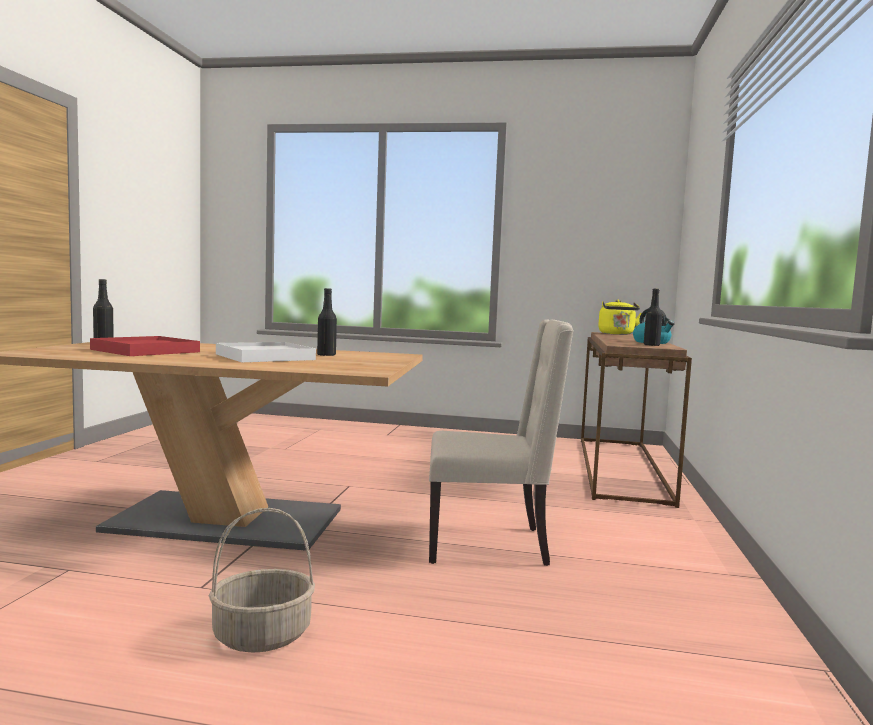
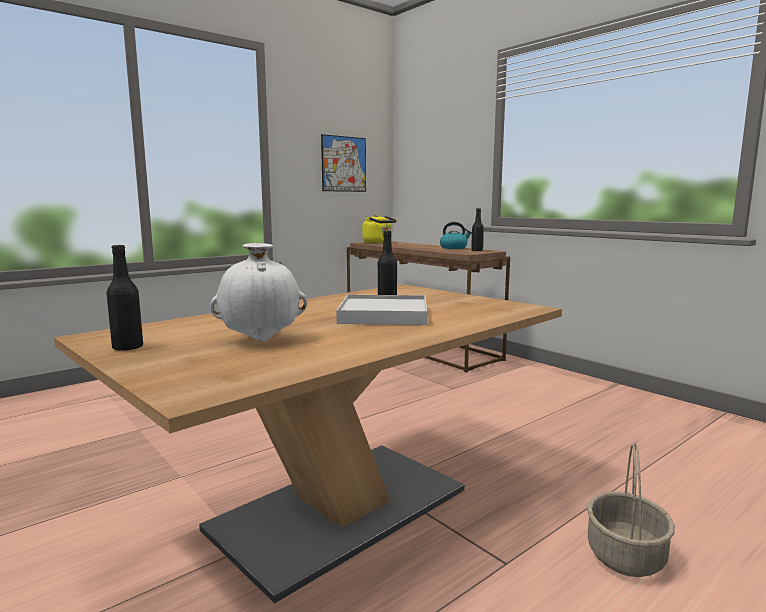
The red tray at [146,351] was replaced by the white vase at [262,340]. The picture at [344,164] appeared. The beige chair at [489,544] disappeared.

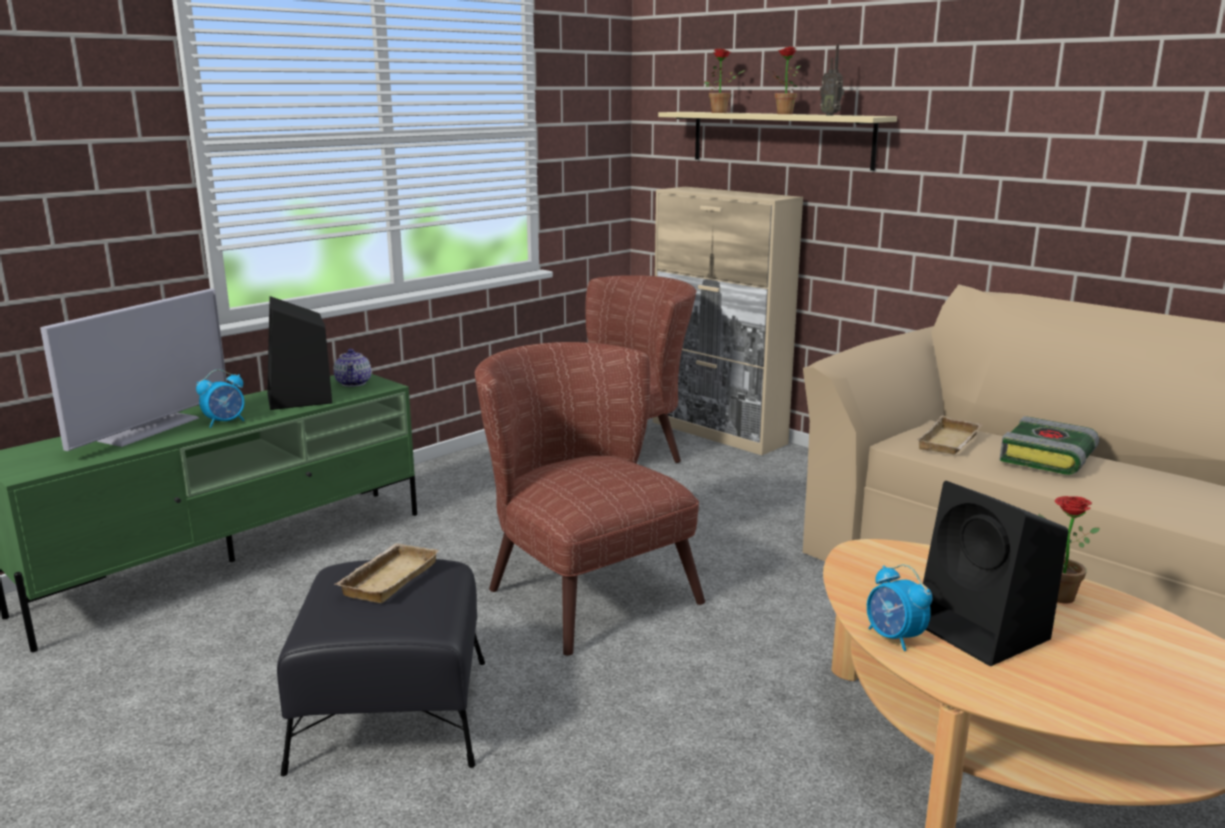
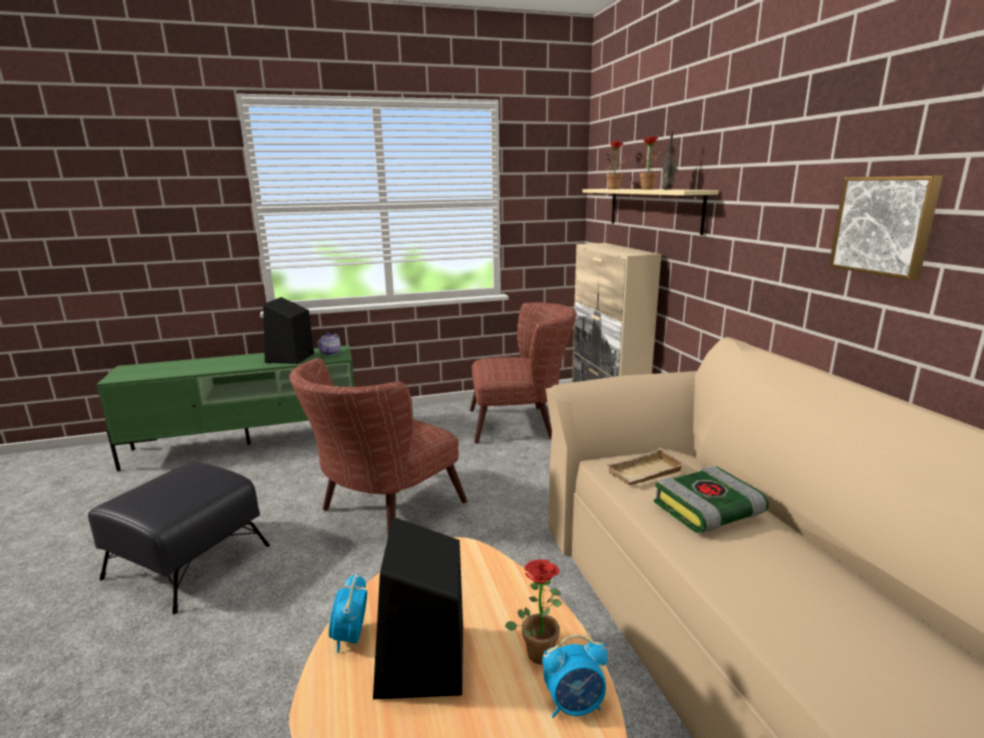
The brown armchair at [581,588] turned 135 degrees counterclockwise. The alarm clock moved from [225,422] to [574,705]. The picture at [884,225] appeared. The television at [149,429] disappeared. The beige tray at [388,578] disappeared.

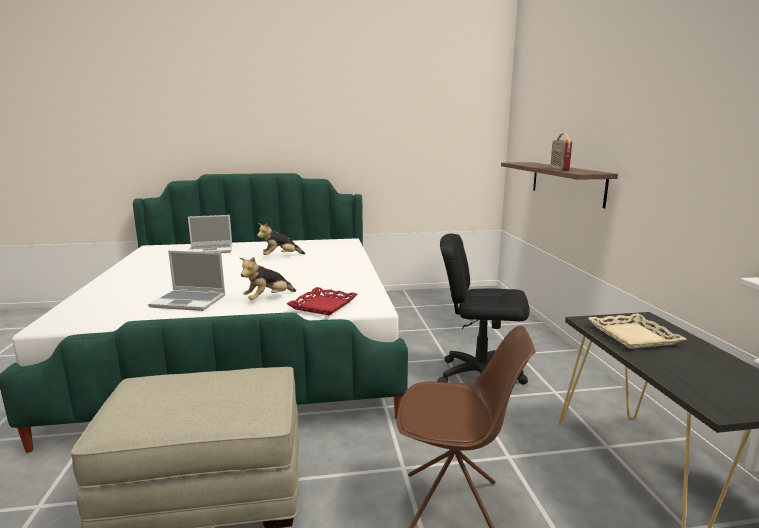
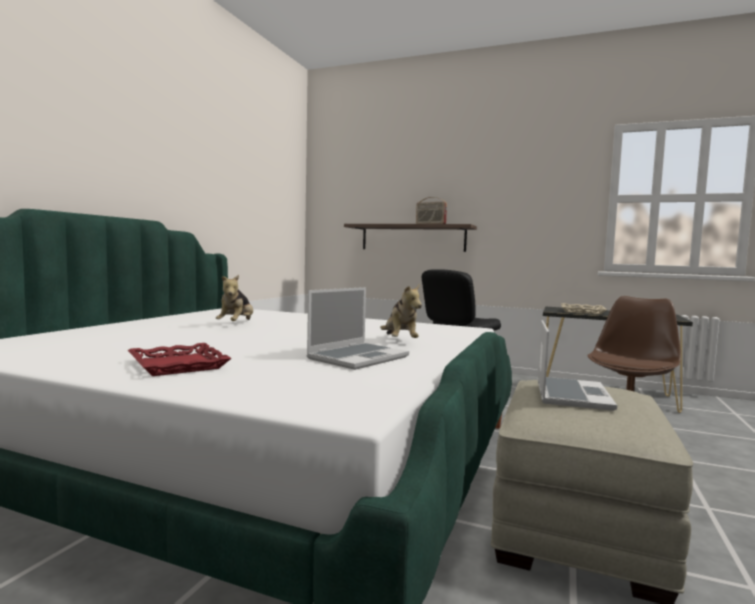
The red tray moved from [323,305] to [179,365]. The laptop moved from [211,250] to [570,394].

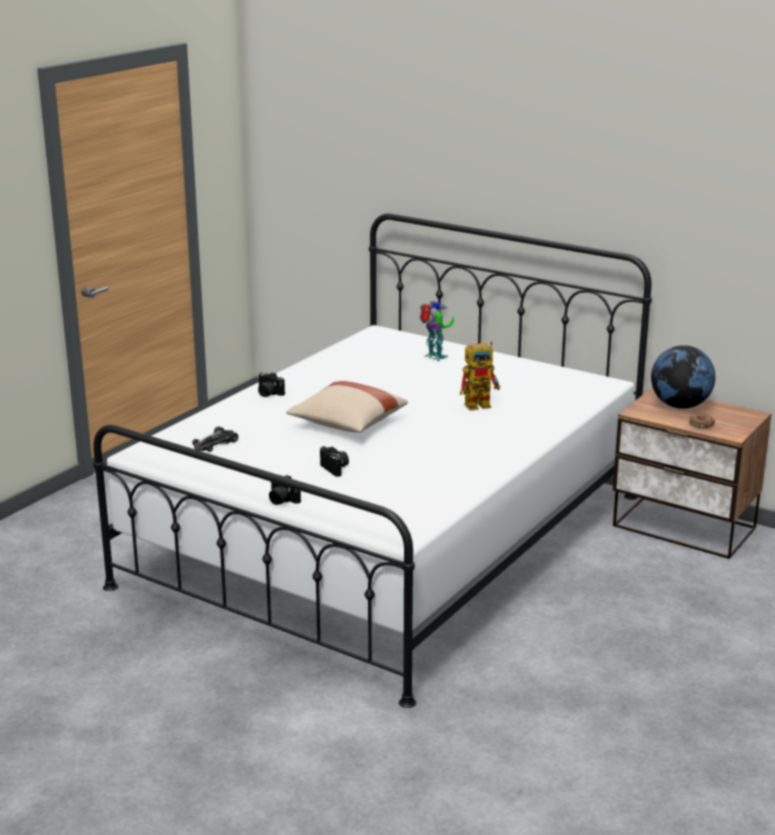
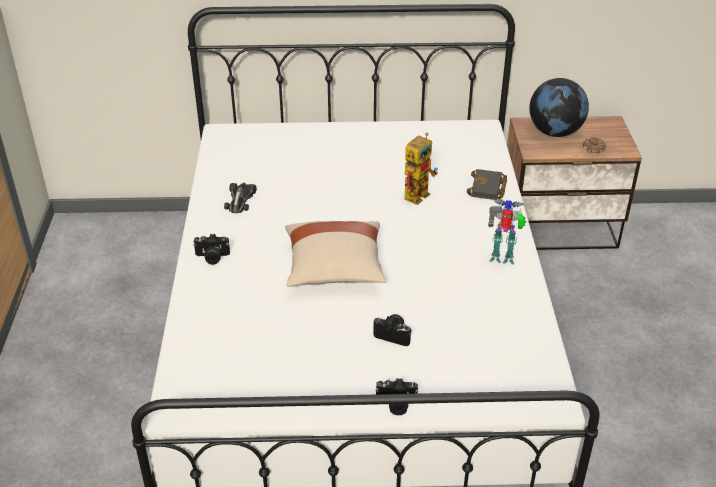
The toy car moved from [215,443] to [240,200]. The black book at [488,189] appeared. The toy robot moved from [435,357] to [503,258].

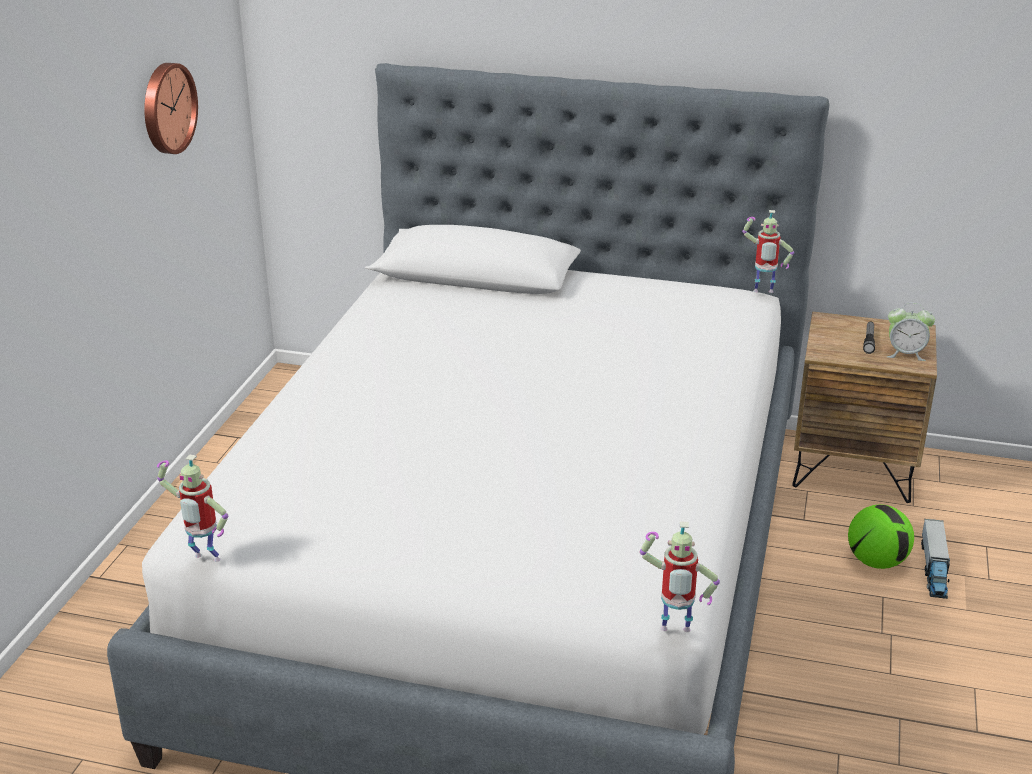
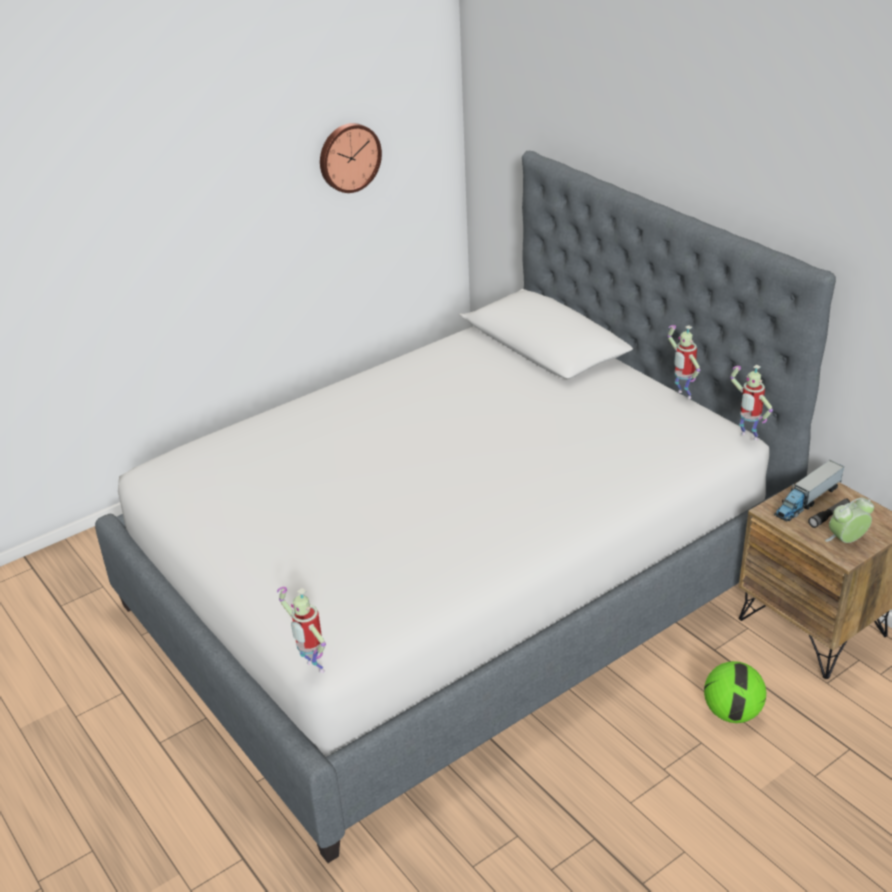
The toy robot moved from [204,560] to [682,395]. The toy truck moved from [934,569] to [807,501]. The alarm clock at [905,354] turned 105 degrees clockwise.

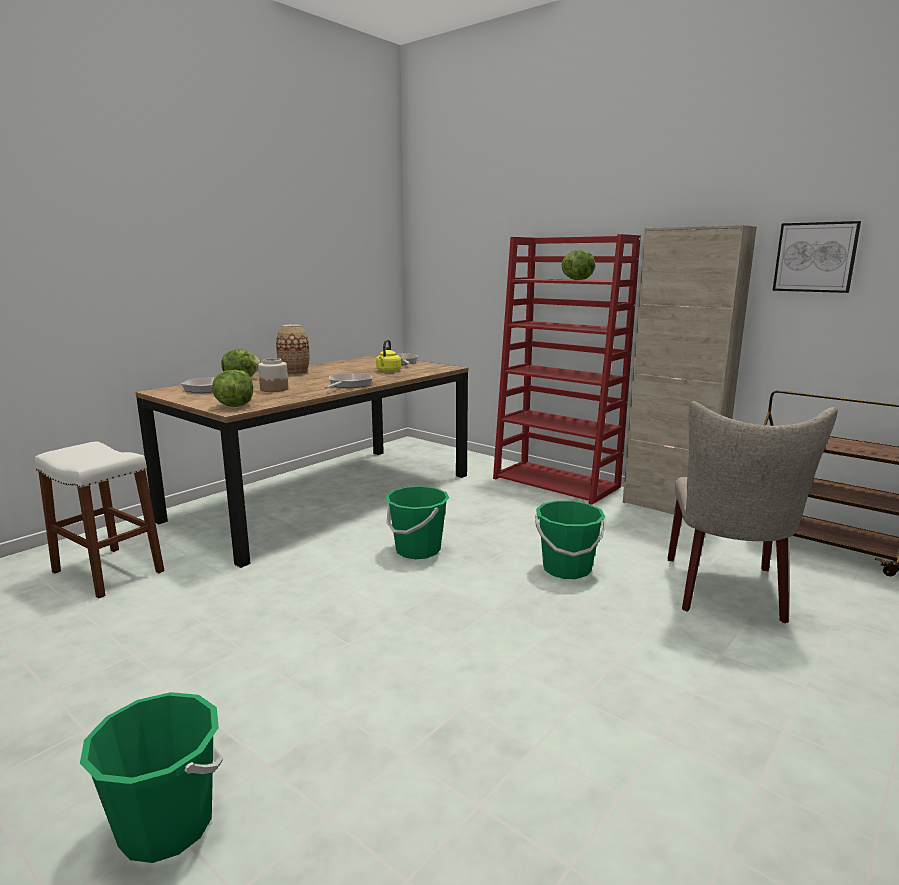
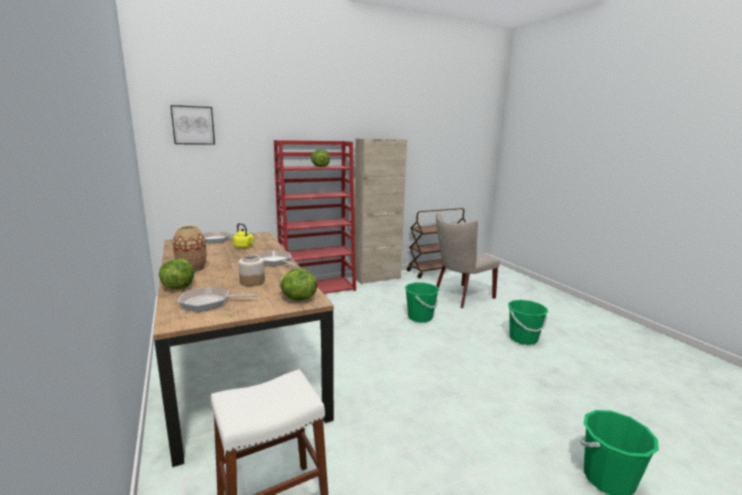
The picture moved from [815,257] to [193,125]. The beige chair at [726,592] turned 105 degrees clockwise. The green bucket moved from [417,550] to [523,338].

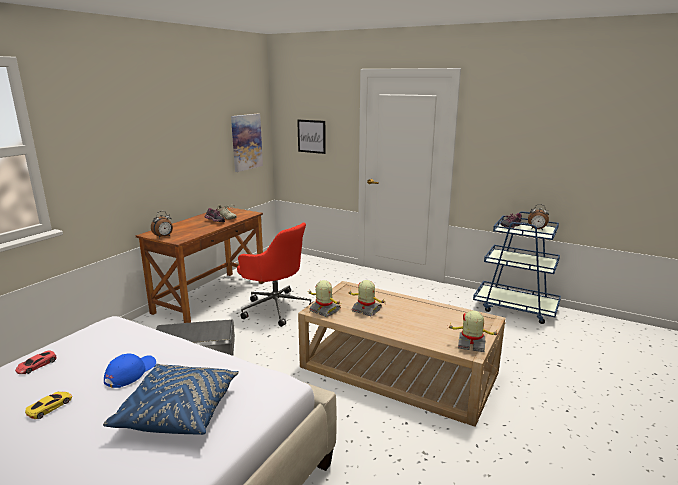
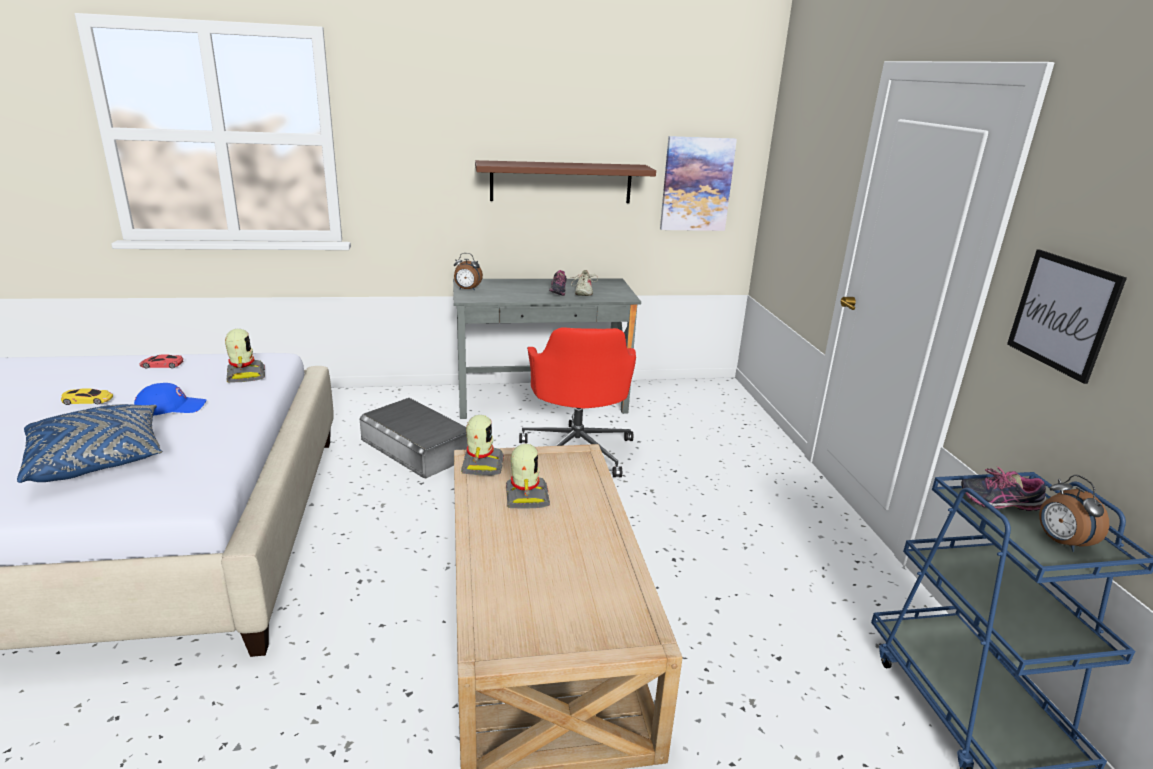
The toy robot moved from [471,345] to [244,375]. The brown desk at [210,297] became the grey desk at [541,400]. The brown shelf at [561,182] appeared. The picture moved from [311,136] to [1062,314].

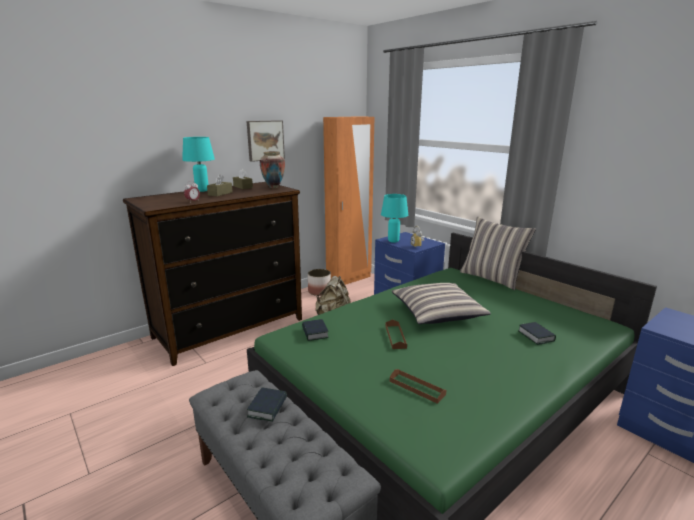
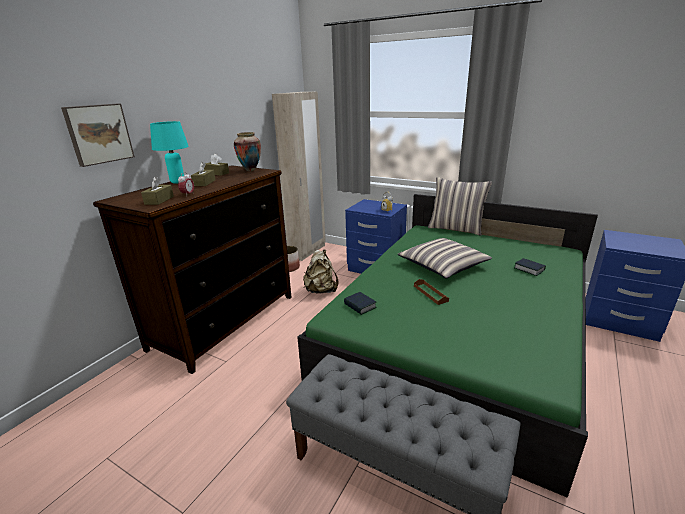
The picture moved from [265,140] to [98,134]. The brown tissue box at [159,200] appeared. The orange wardrobe at [349,279] became the beige wardrobe at [307,251]. The book at [267,408] disappeared. The turquoise table lamp at [393,241] disappeared. The brown tray at [417,388] disappeared.

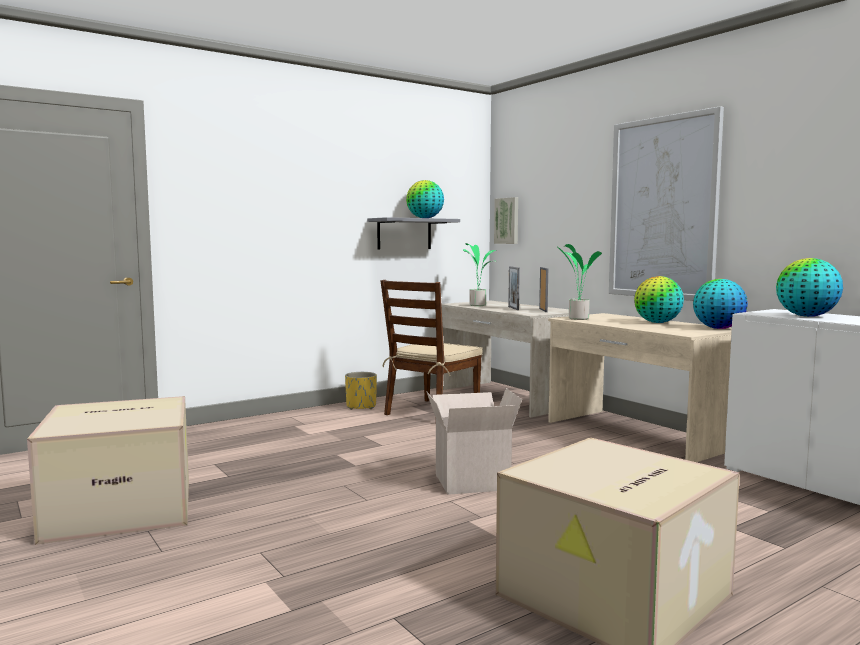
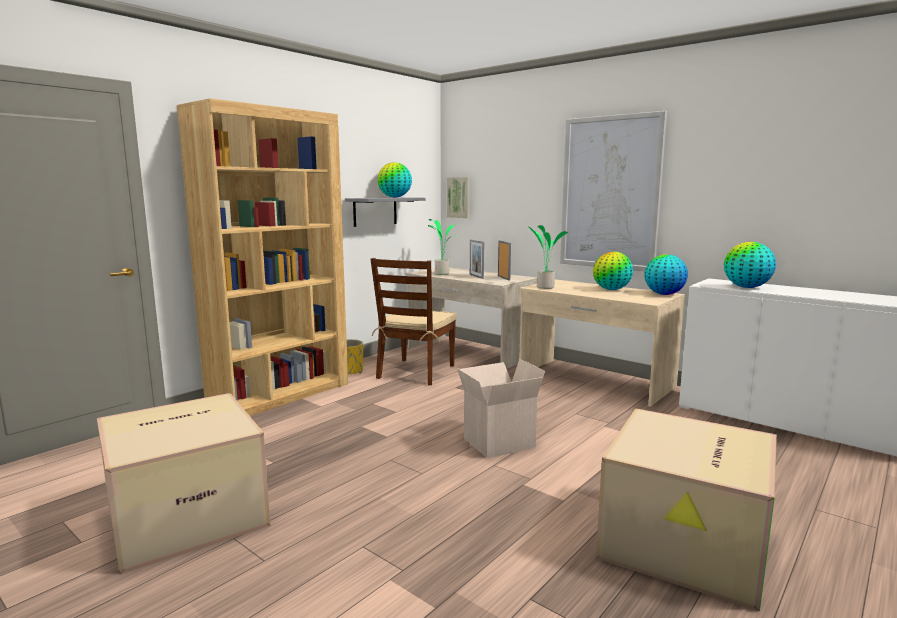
The brown bookcase at [281,394] appeared.

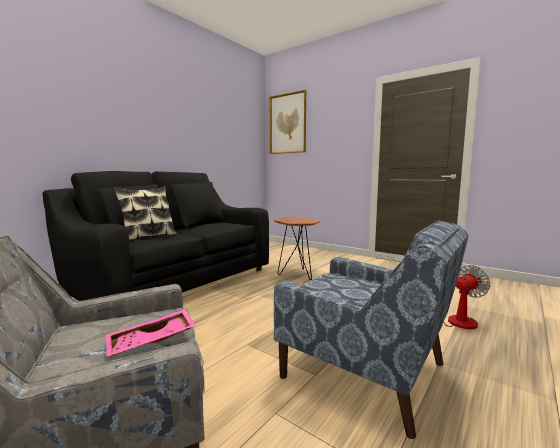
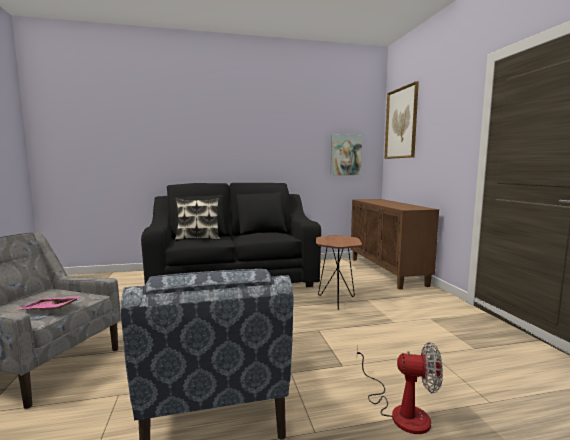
The picture at [345,155] appeared. The brown cabinet at [387,271] appeared.

